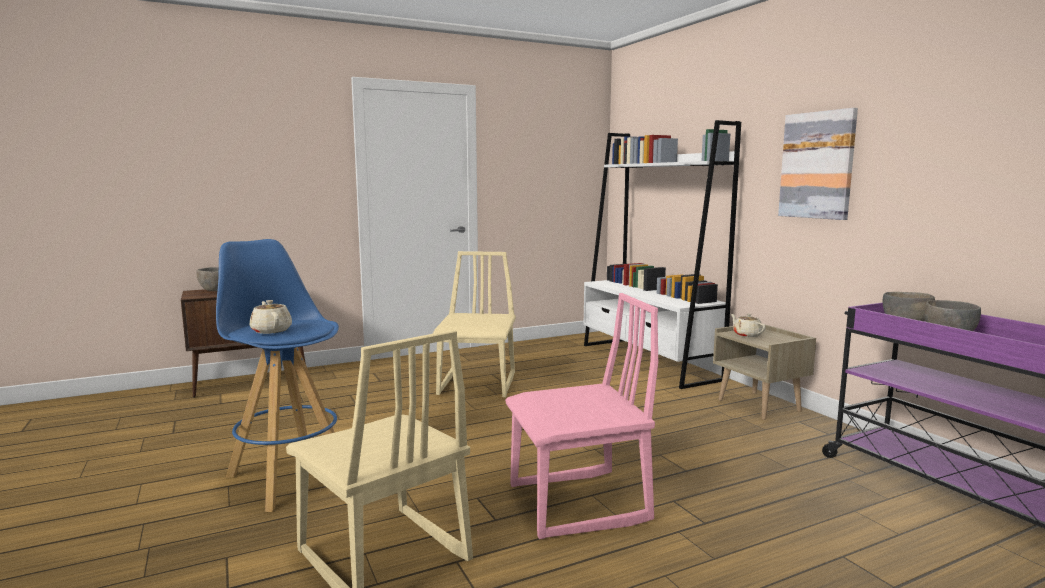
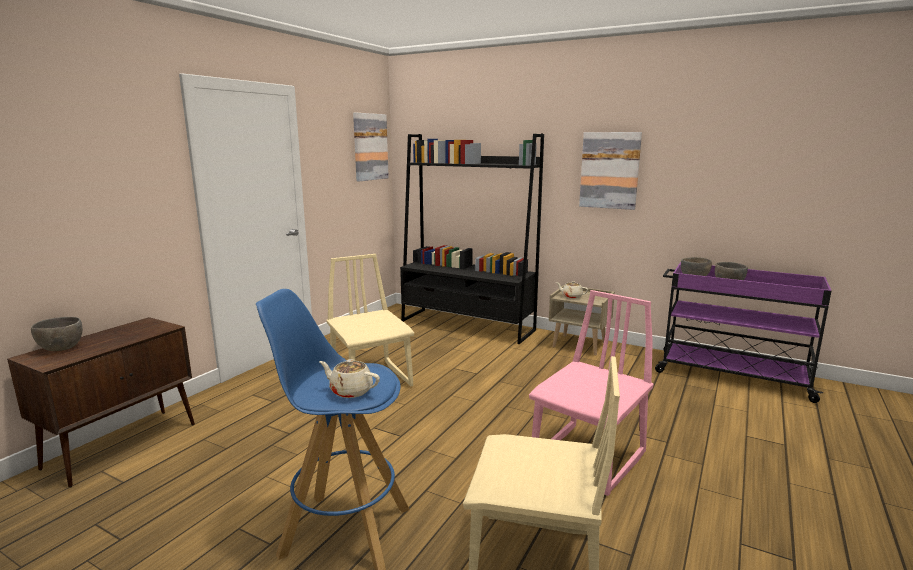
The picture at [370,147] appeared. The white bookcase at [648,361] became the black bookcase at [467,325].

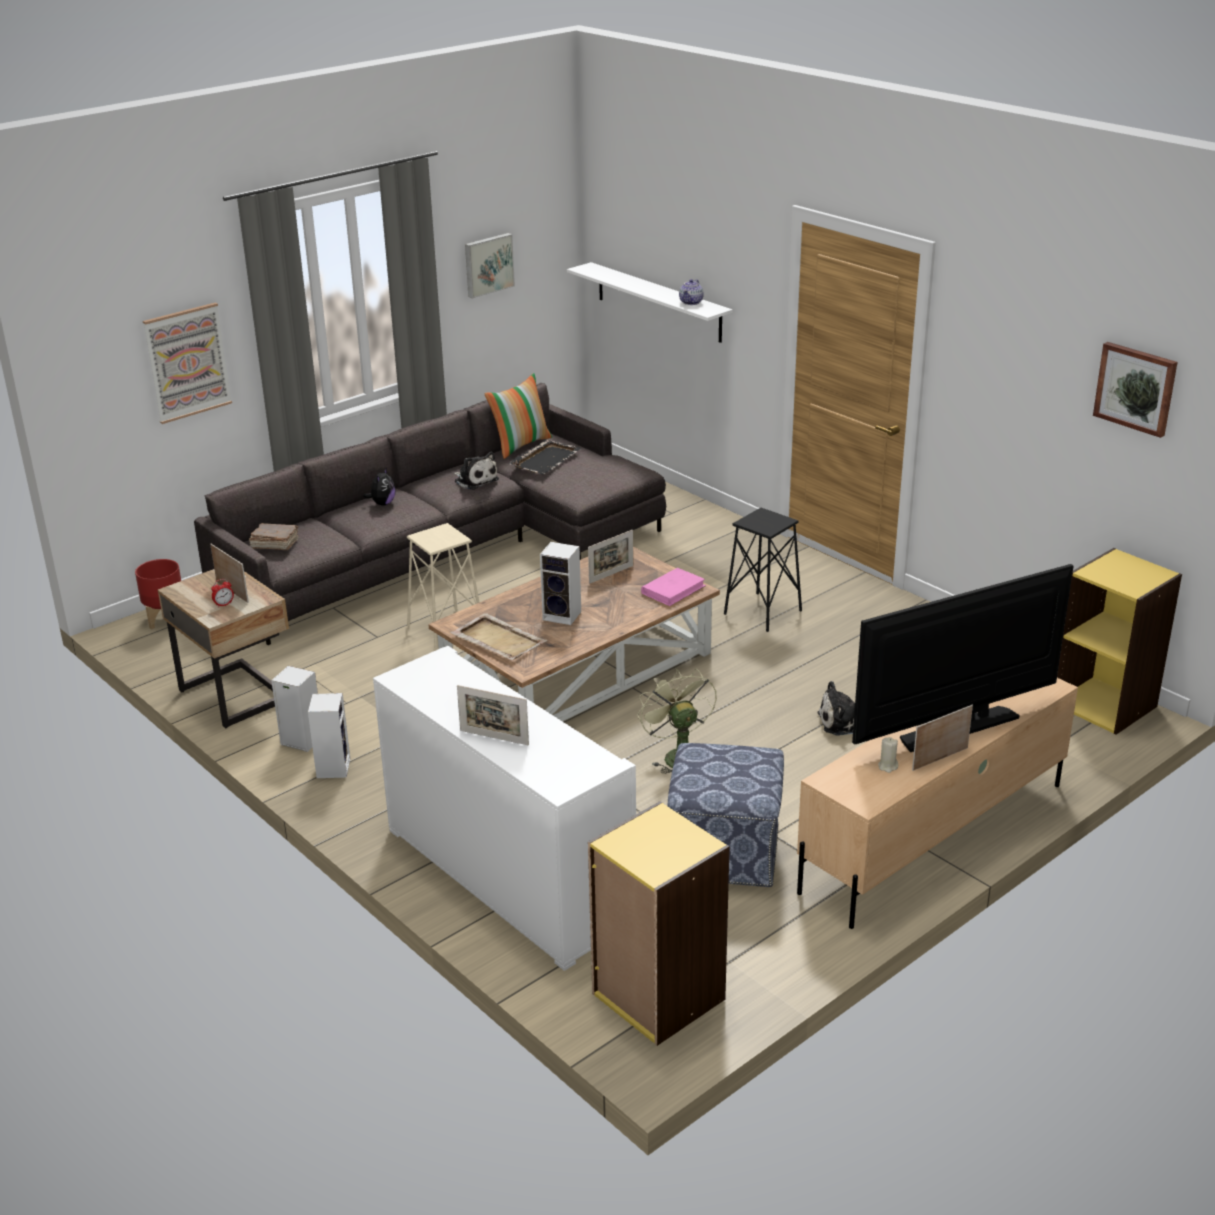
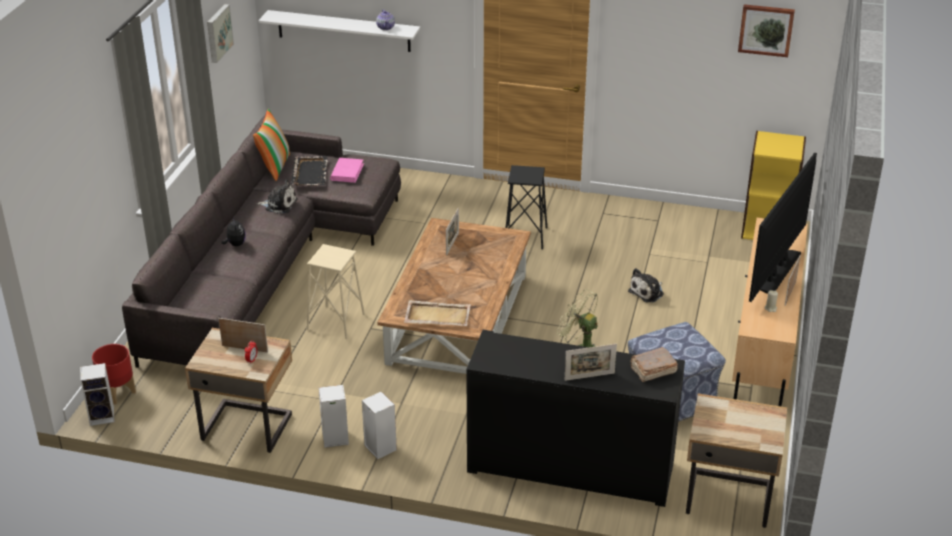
The speaker moved from [563,615] to [103,416]. The pink book moved from [673,590] to [347,172]. The white cabinet at [508,876] became the black cabinet at [570,467]. The brown book moved from [274,544] to [652,371]. The yellow bookcase at [657,997] was replaced by the beige nightstand at [728,497]. The picture at [187,362] disappeared.

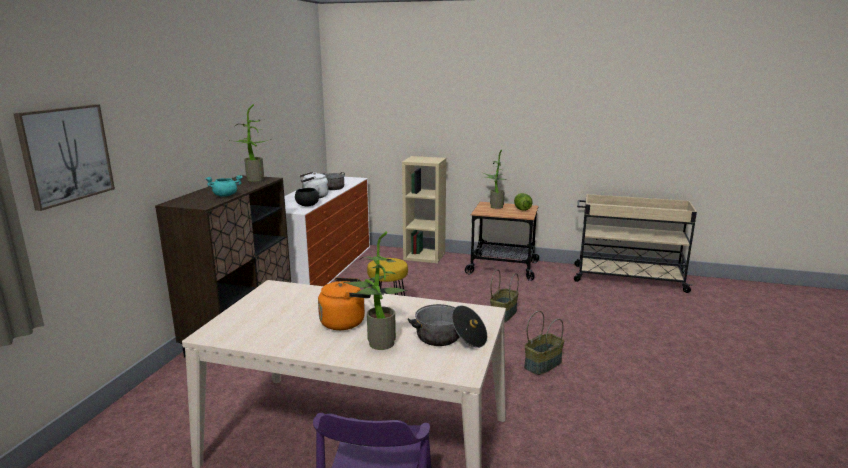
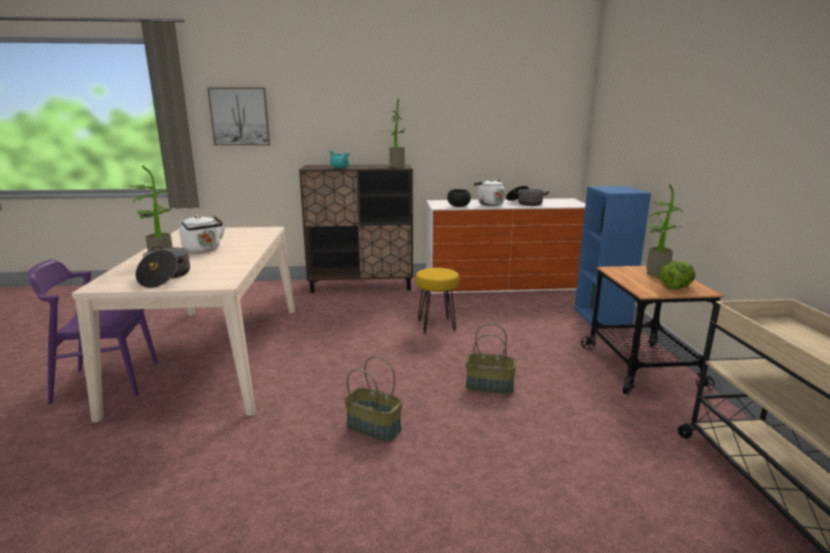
The orange kettle at [345,322] became the white kettle at [203,250]. The beige bookcase at [425,256] became the blue bookcase at [602,317].

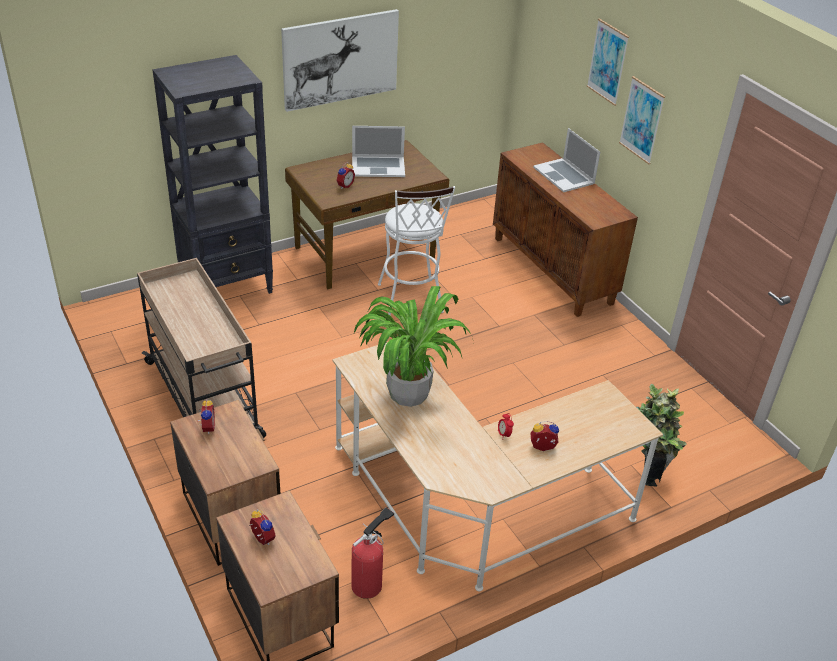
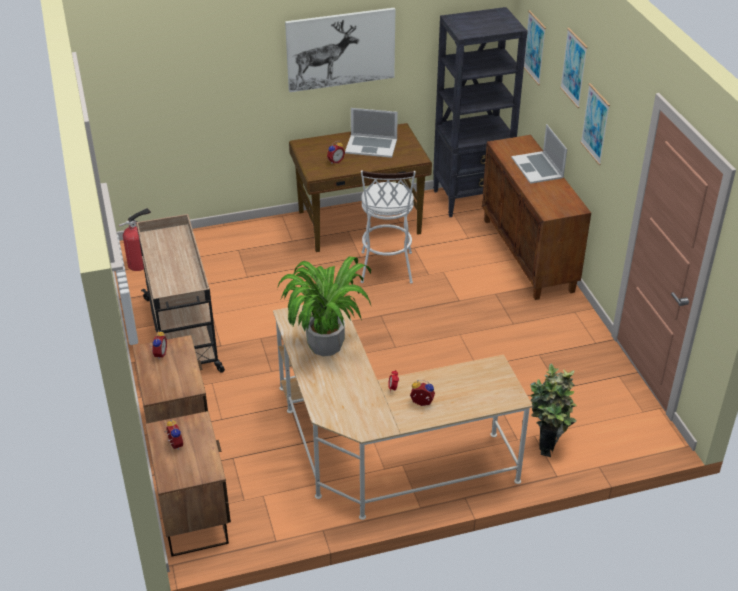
The fire extinguisher moved from [369,583] to [140,264]. The black bookcase moved from [227,286] to [471,199]. The picture at [534,47] appeared.

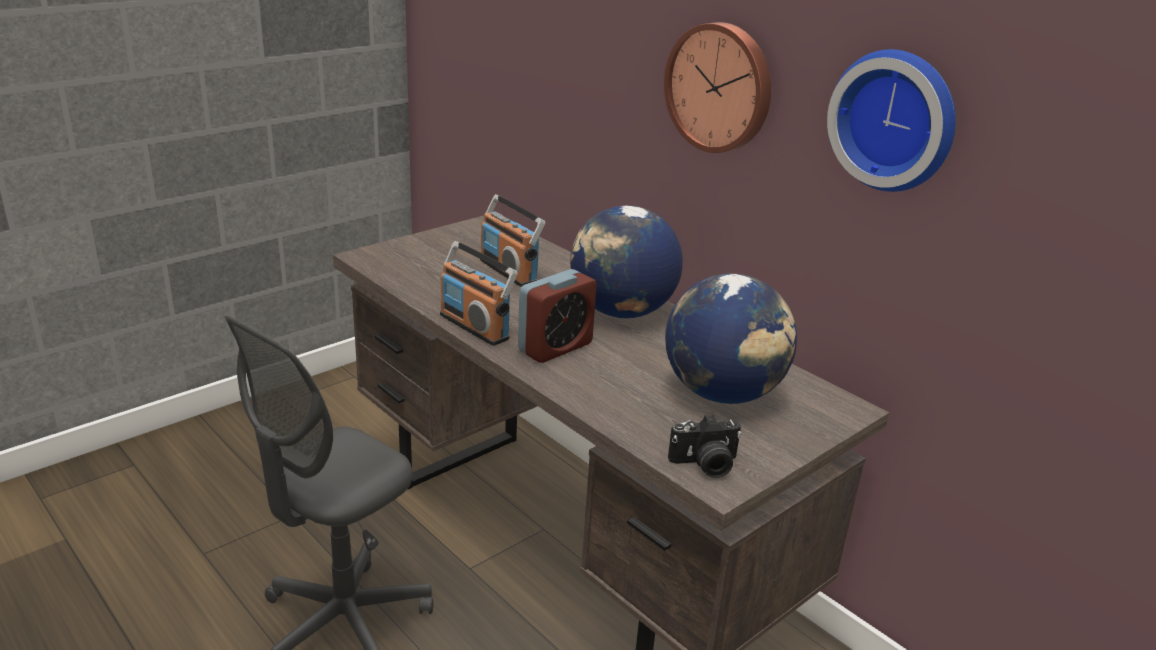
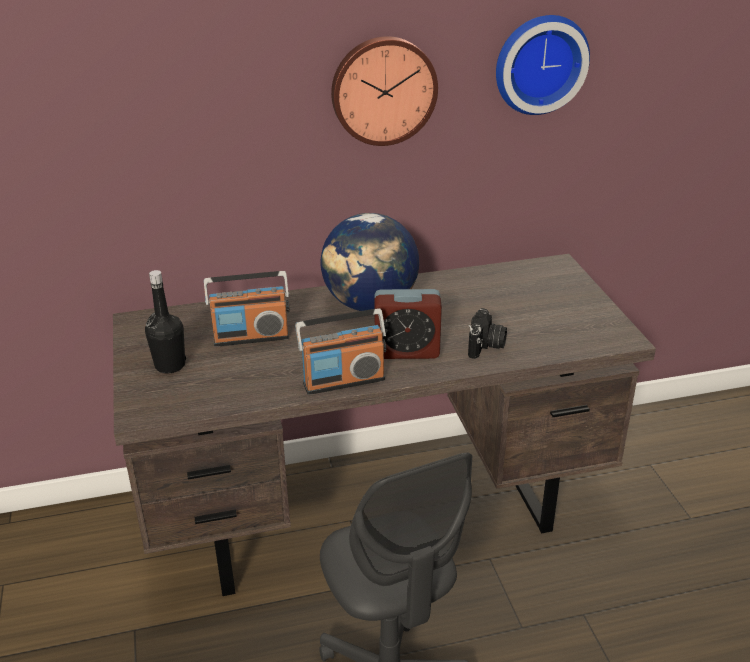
The black bottle at [170,365] appeared. The alarm clock at [555,347] turned 105 degrees clockwise. The photo camera moved from [705,465] to [486,346]. The globe at [723,393] disappeared.

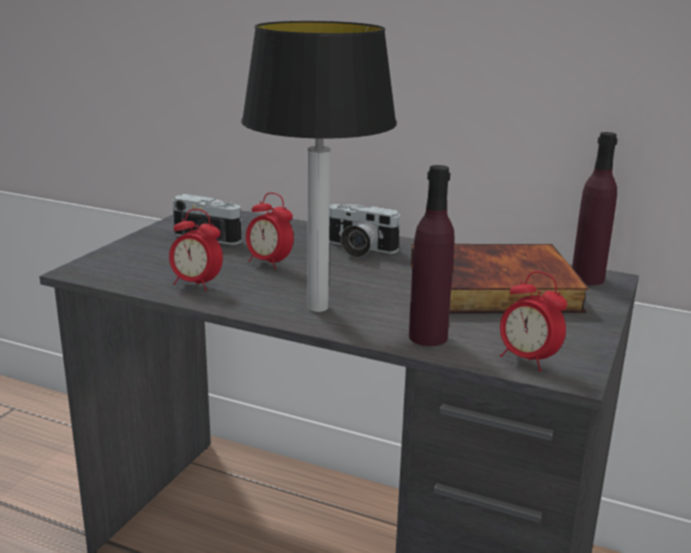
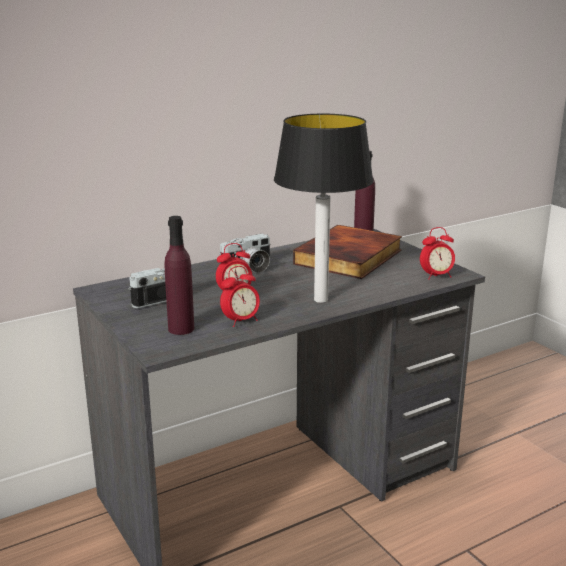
The purple bottle moved from [428,337] to [181,329].

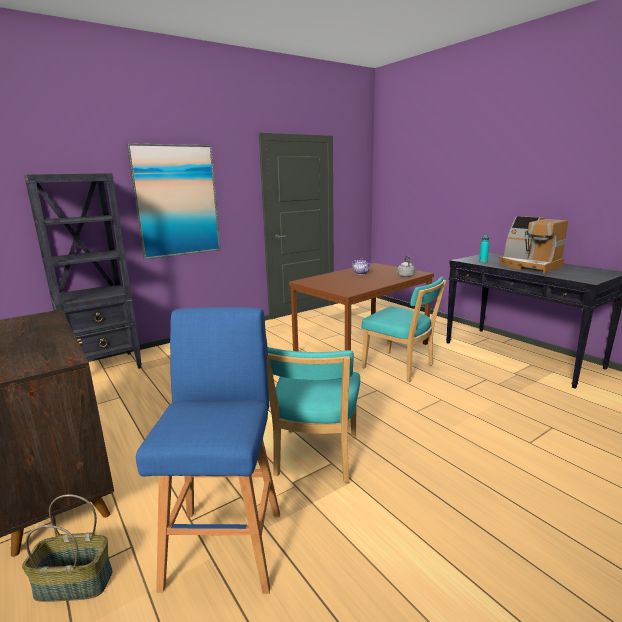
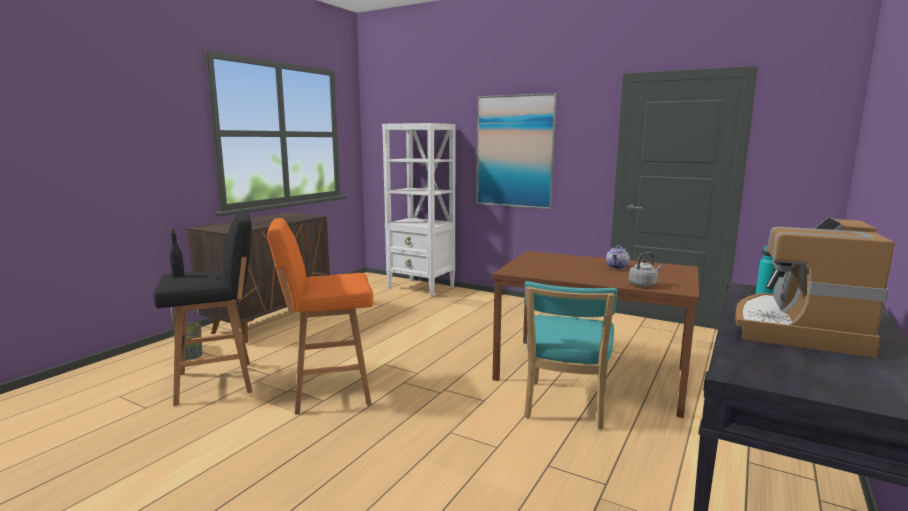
The blue stool at [225,544] became the black stool at [219,382]. The black bottle at [178,276] appeared. The turquoise chair at [315,458] was replaced by the orange stool at [328,392]. The black bookcase at [105,368] became the white bookcase at [421,288].

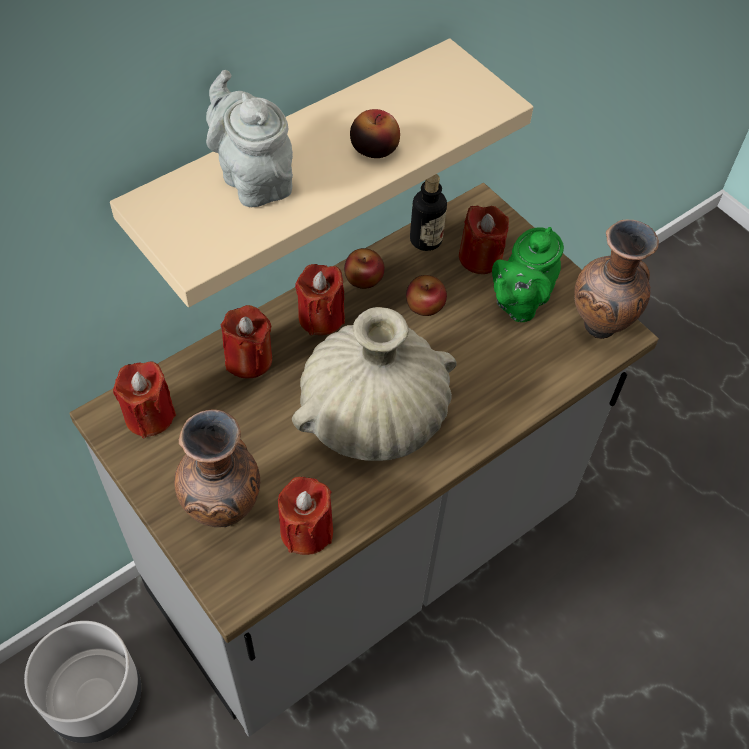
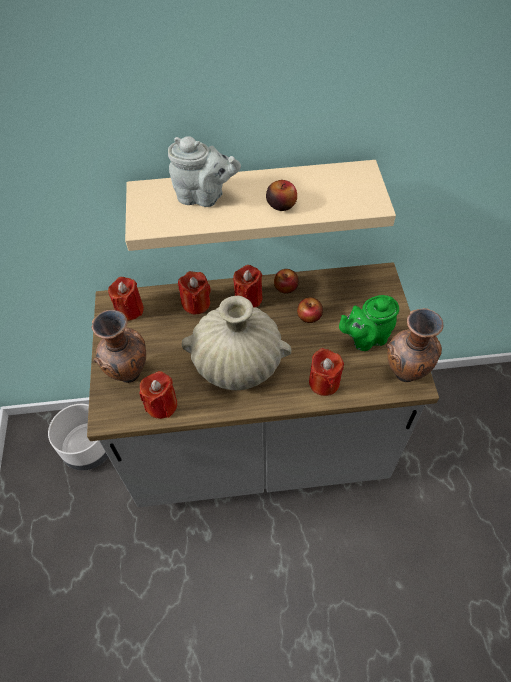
The grey teapot at [253,179] turned 105 degrees clockwise. The red candle moved from [480,257] to [324,382]. The bottle at [426,240] disappeared.

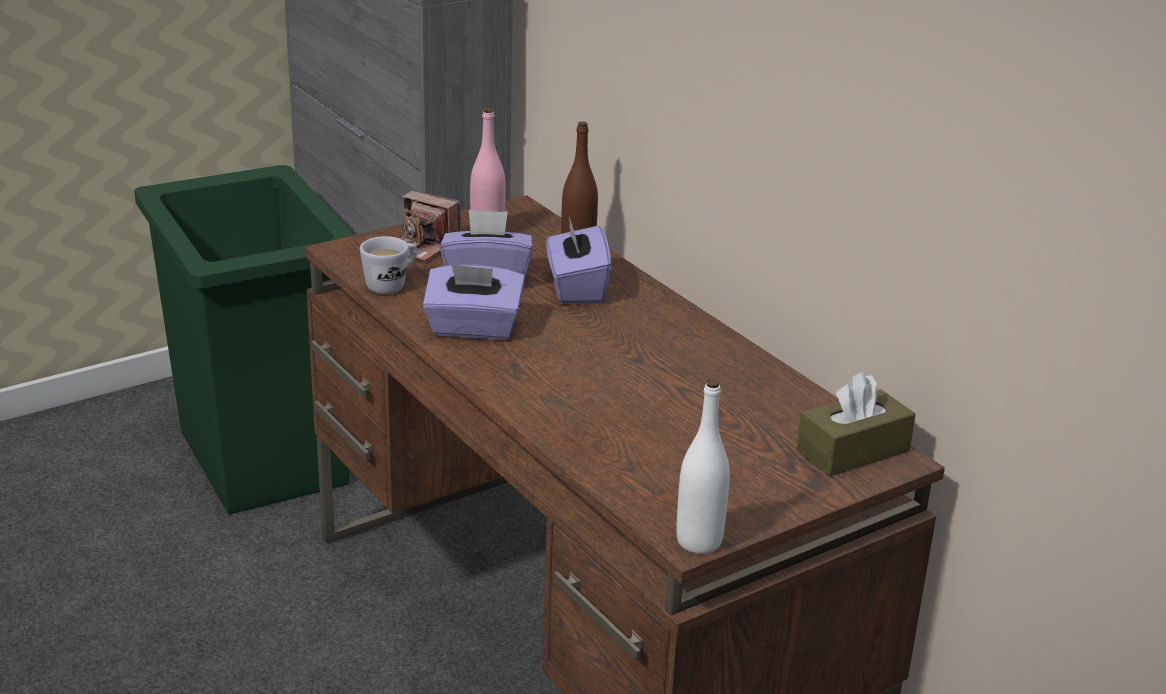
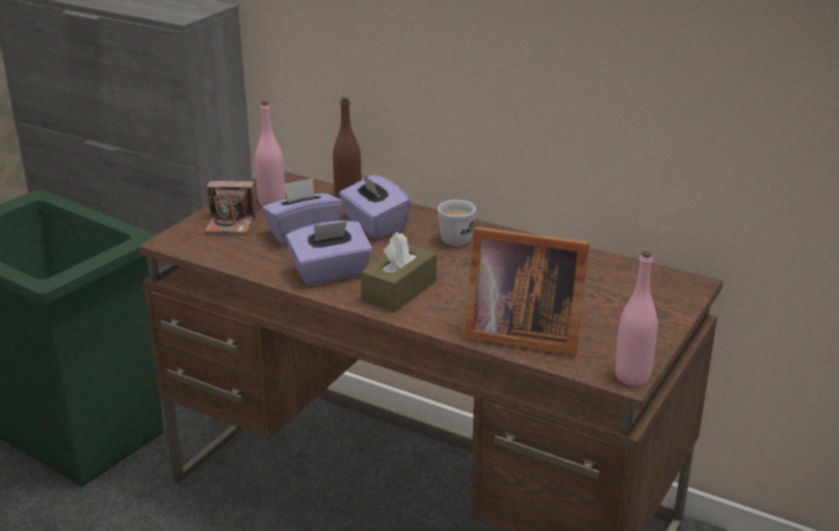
The brown tissue box moved from [853,451] to [399,291]. The white mug moved from [392,285] to [457,237]. The picture frame at [519,333] appeared. The white bottle at [699,541] became the pink bottle at [632,376].

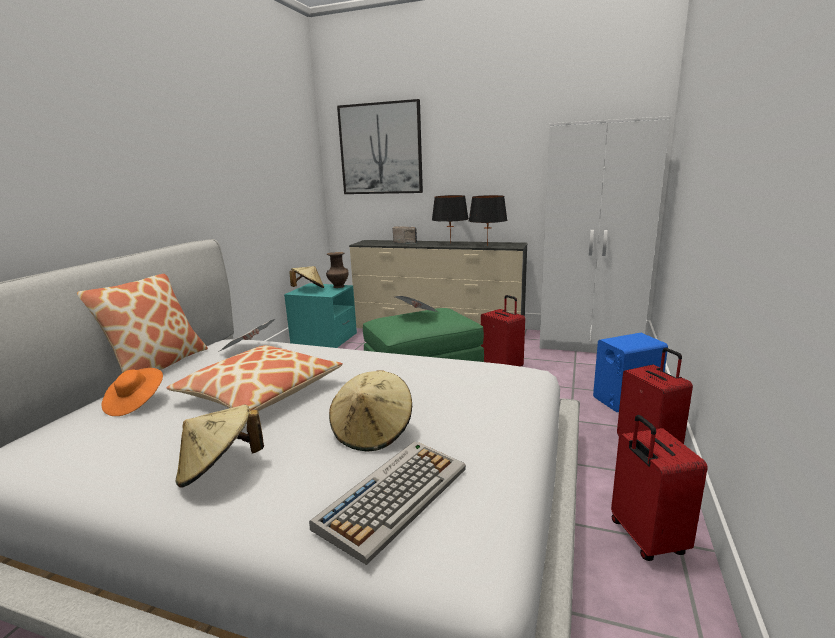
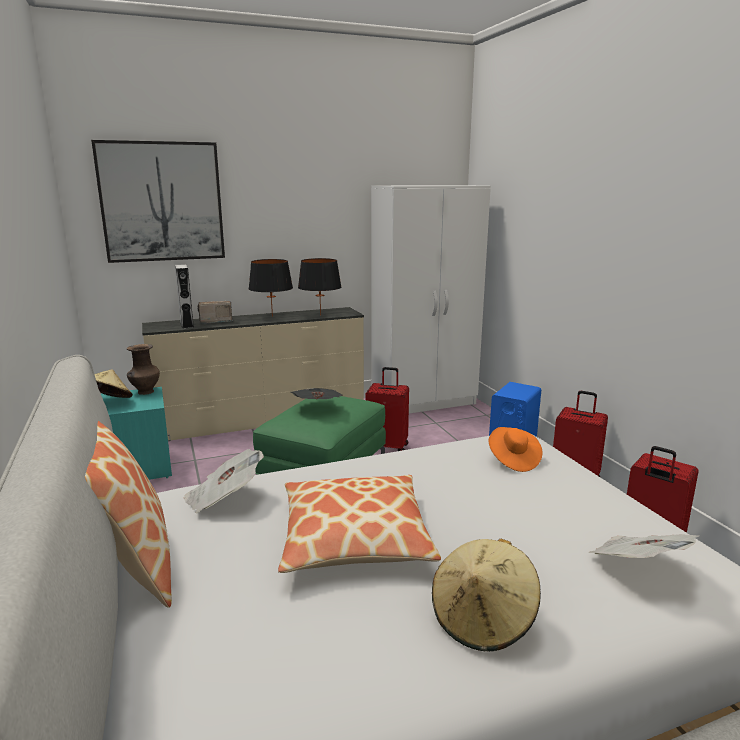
The grey speaker at [186,325] appeared. The orange hat moved from [135,403] to [513,460]. The keyboard at [394,496] was replaced by the newspaper at [637,566]. The beige hat at [372,432] disappeared.

